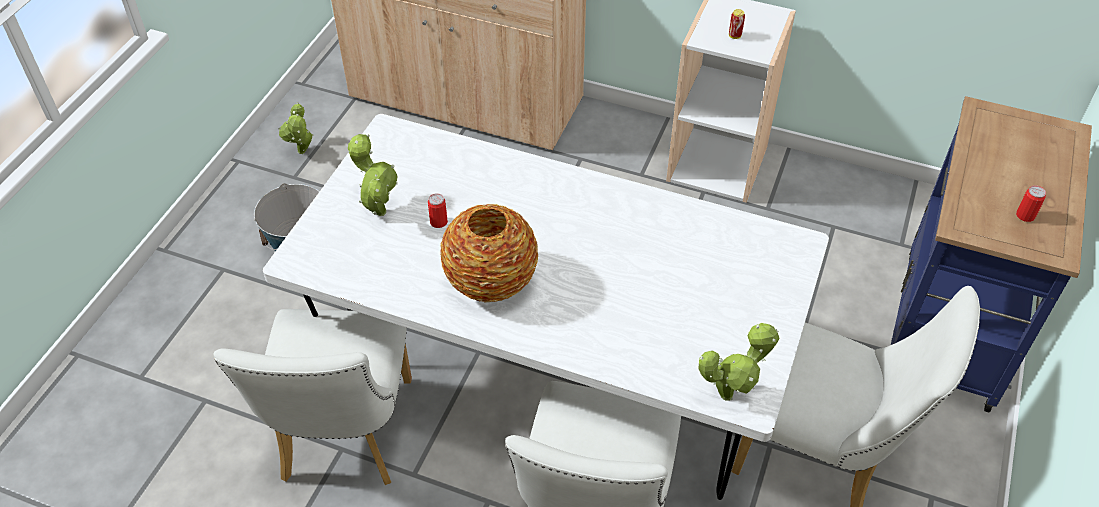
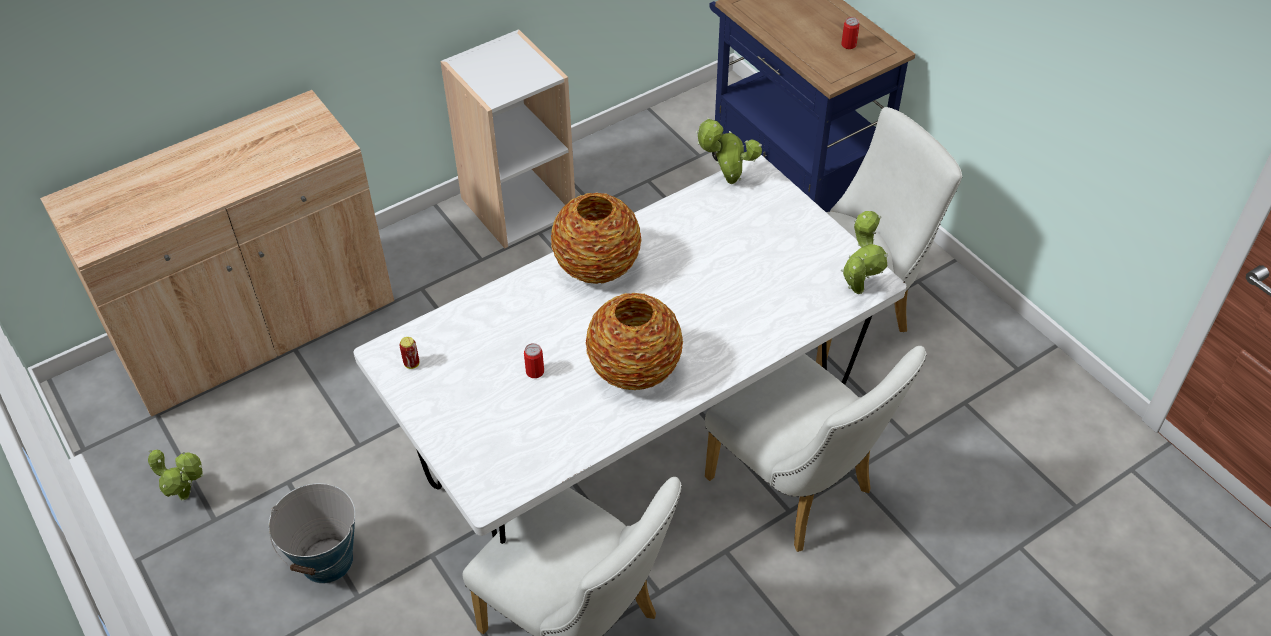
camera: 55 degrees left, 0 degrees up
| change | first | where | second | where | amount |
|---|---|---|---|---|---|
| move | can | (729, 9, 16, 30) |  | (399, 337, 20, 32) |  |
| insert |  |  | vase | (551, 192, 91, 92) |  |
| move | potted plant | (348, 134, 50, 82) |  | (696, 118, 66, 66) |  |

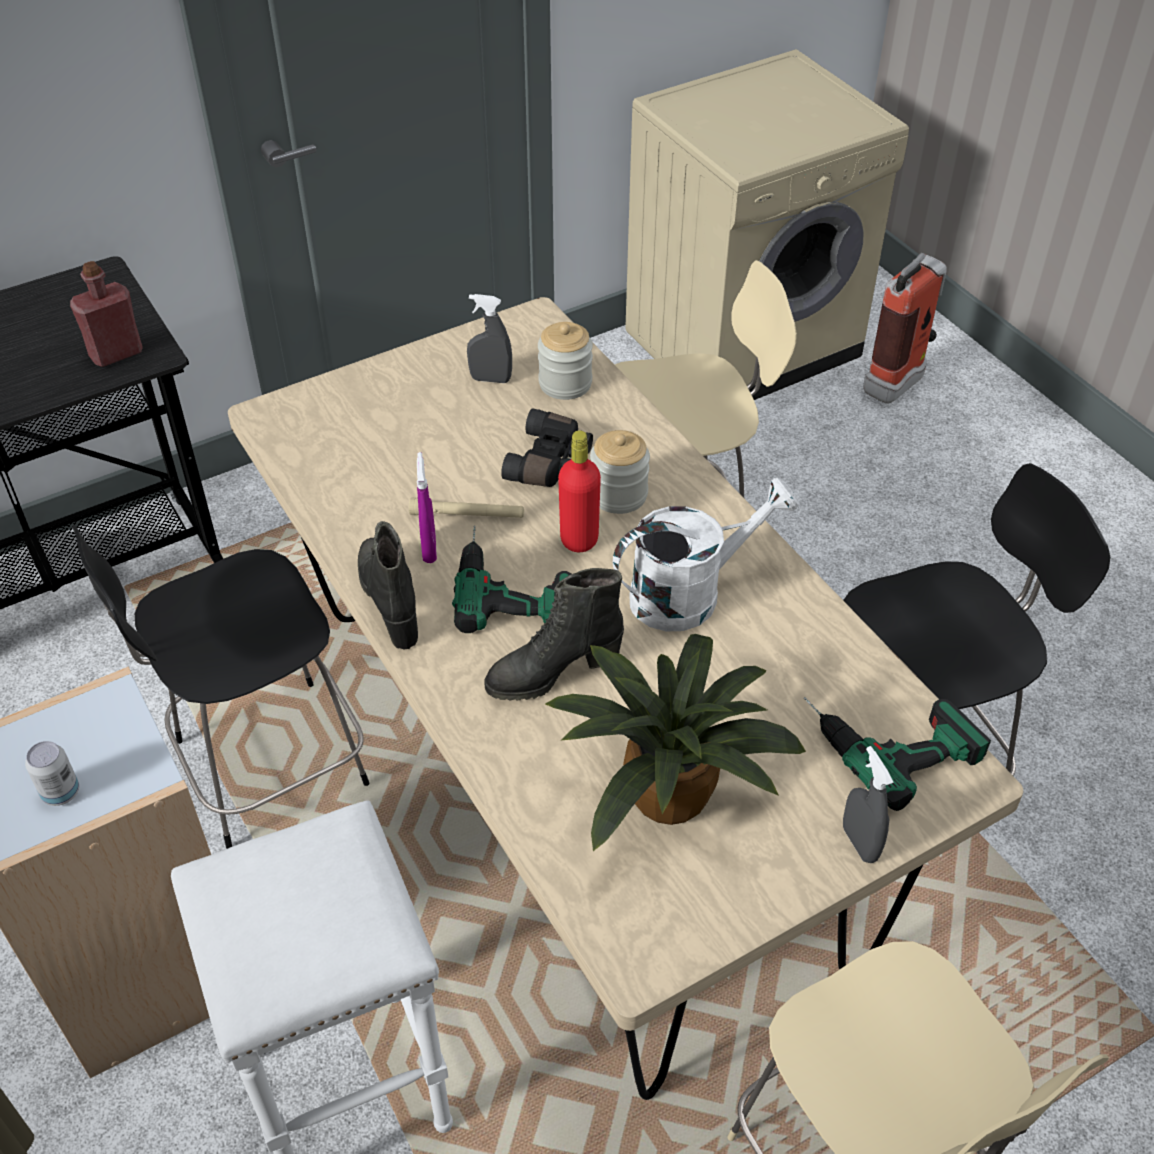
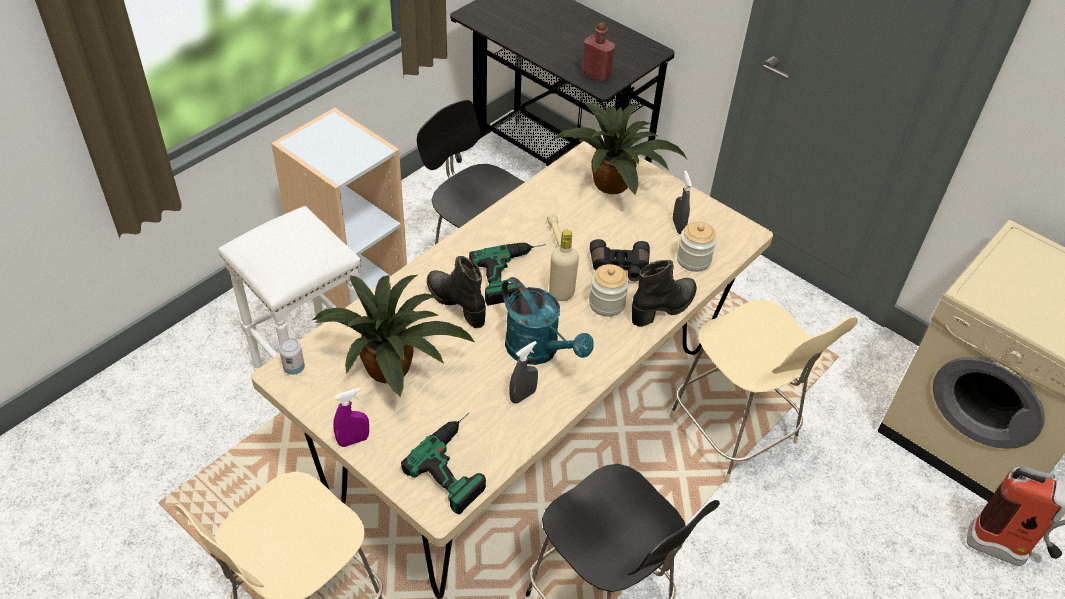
camera: 70 degrees right, 0 degrees up
| change | first | where | second | where | amount |
|---|---|---|---|---|---|
| move | can | (25, 741, 54, 65) |  | (279, 338, 26, 37) |  |
| move | purple spray bottle | (417, 452, 20, 111) |  | (333, 388, 36, 59) |  |
| recolor | white watering can | (613, 478, 185, 154) | turquoise watering can | (502, 277, 92, 88) |  |
| move | grey spray bottle | (843, 746, 51, 117) |  | (509, 341, 29, 63) |  |
| recolor | red bottle | (558, 430, 43, 122) | beige bottle | (549, 230, 30, 71) |  |
| insert |  |  | potted plant | (553, 103, 134, 92) |  |
| move | black boot | (358, 521, 60, 128) |  | (632, 260, 65, 67) |  |

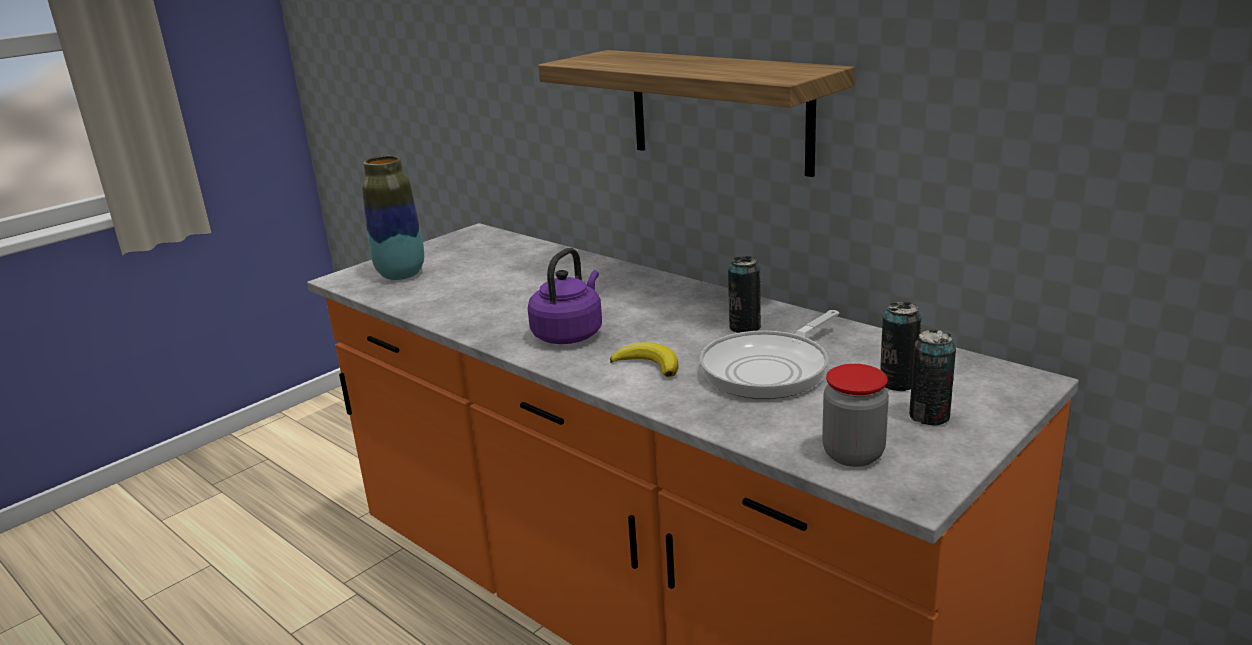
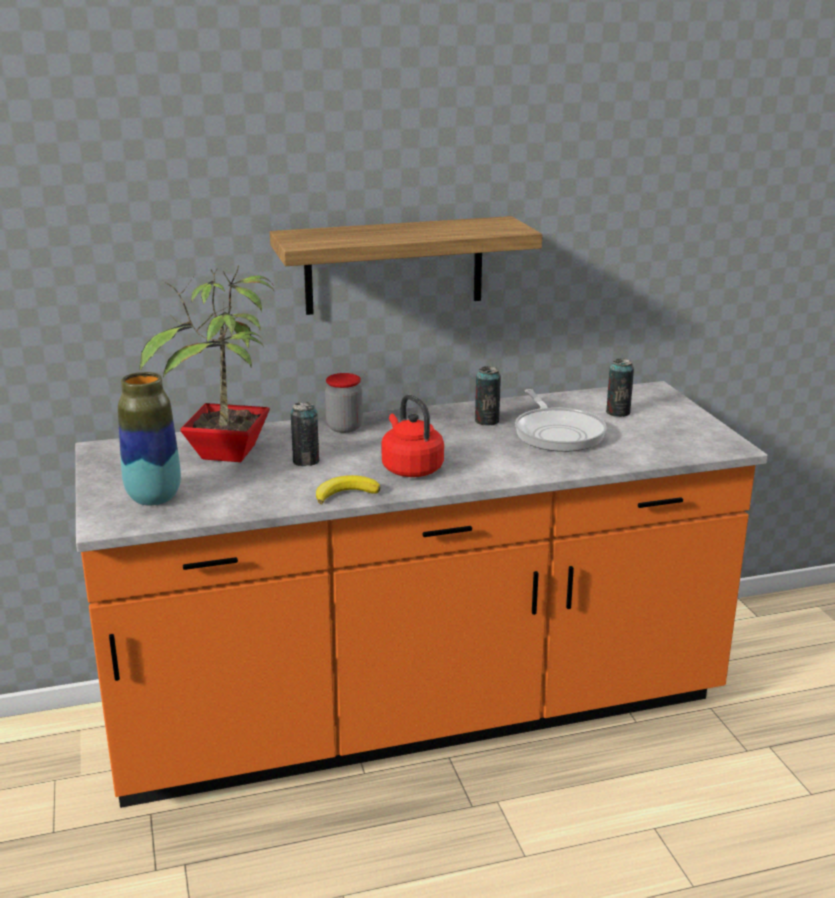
camera: 60 degrees left, 0 degrees up
| change | first | where | second | where | amount |
|---|---|---|---|---|---|
| insert |  |  | potted plant | (140, 266, 134, 196) |  |
| move | can | (909, 329, 47, 97) |  | (291, 402, 28, 64) |  |
| move | banana | (610, 342, 68, 35) |  | (316, 475, 64, 29) |  |
| move | jar | (822, 364, 67, 103) |  | (325, 373, 38, 60) |  |
| recolor | purple kettle | (528, 248, 74, 96) | red kettle | (381, 395, 63, 82) |  |

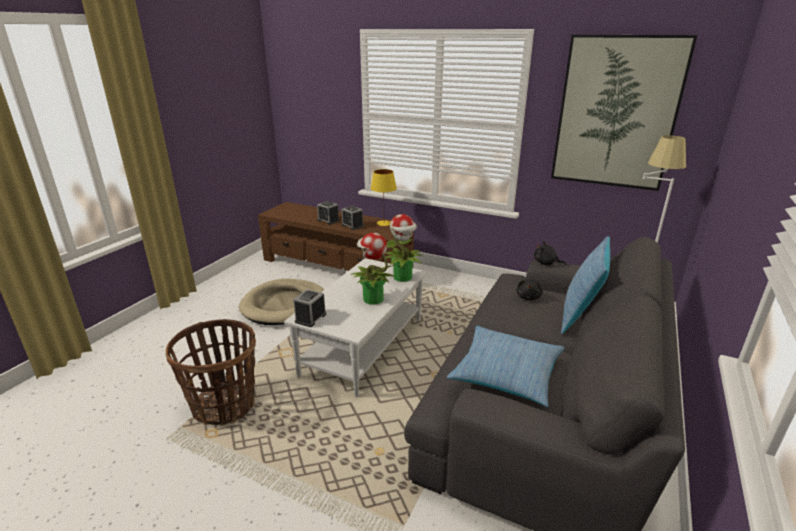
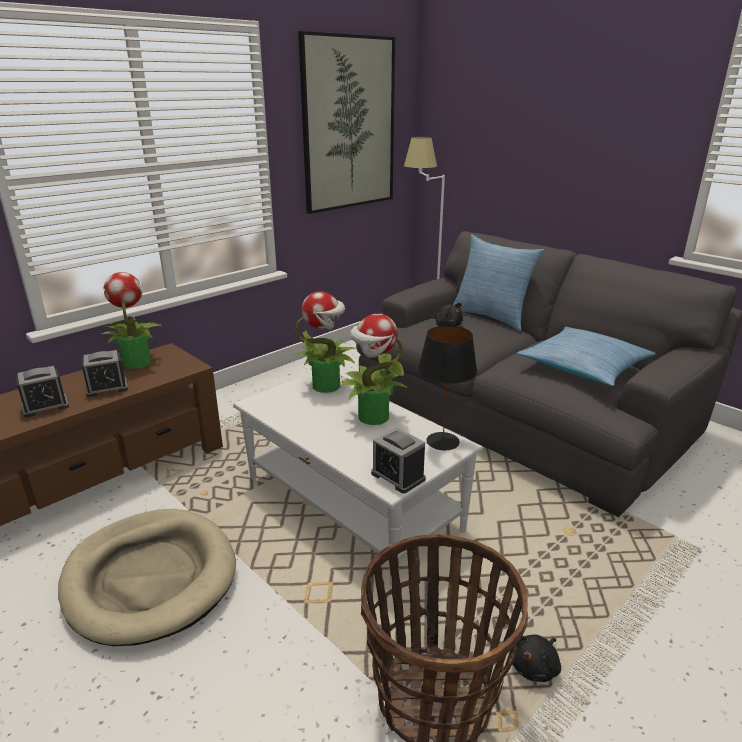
camera: 70 degrees left, 0 degrees up
| change | first | where | second | where | amount |
|---|---|---|---|---|---|
| replace | yellow table lamp | (371, 169, 26, 57) | potted plant | (100, 272, 62, 97) |  |
| insert |  |  | black table lamp | (418, 326, 59, 124) |  |
| move | black plush toy | (534, 241, 32, 25) |  | (511, 634, 50, 48) |  |

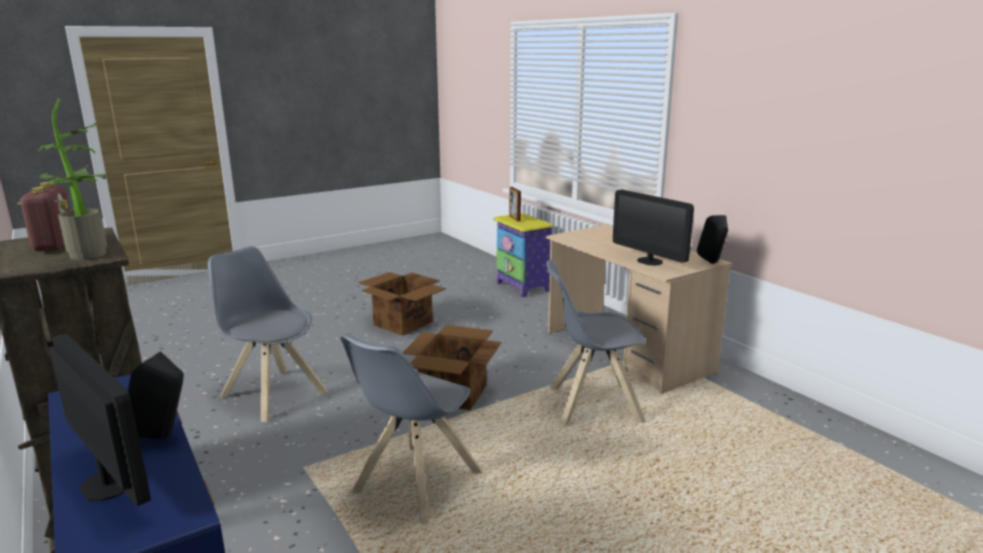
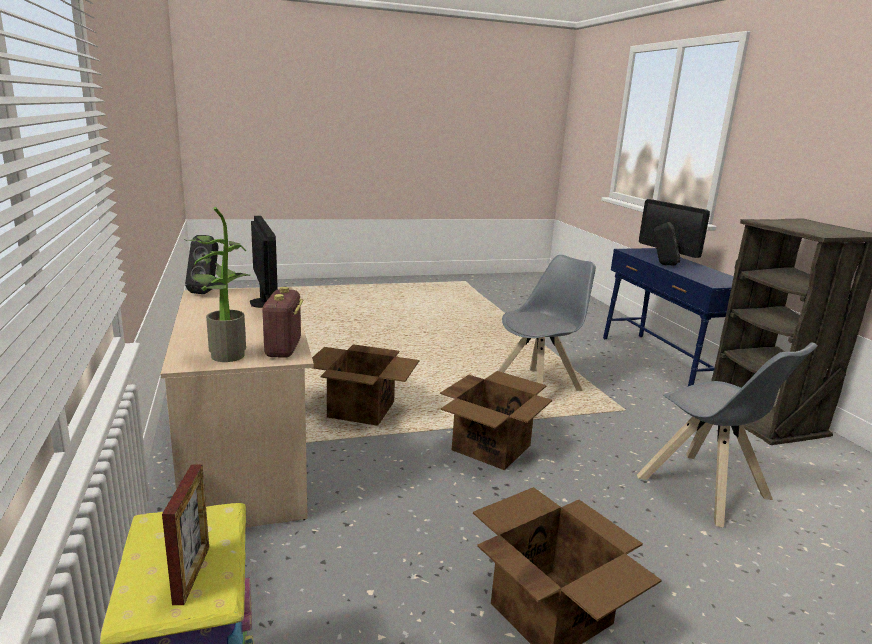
camera: 165 degrees left, 0 degrees up
| change | first | where | second | where | amount |
|---|---|---|---|---|---|
| move | potted plant | (37, 98, 70, 162) |  | (188, 207, 63, 155) |  |
| move | radio | (17, 182, 53, 69) |  | (262, 287, 41, 71) |  |
| replace | grey chair | (546, 260, 100, 166) | cardboard box | (312, 344, 107, 82) |  |

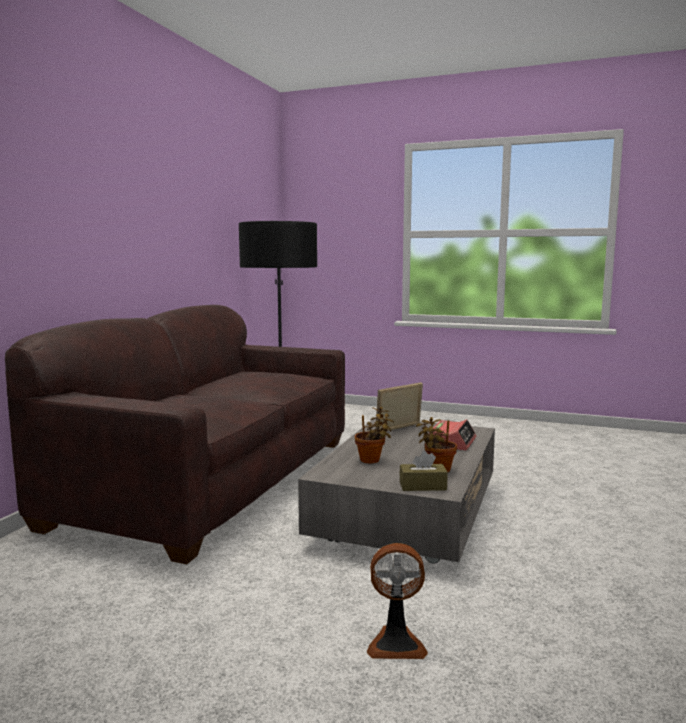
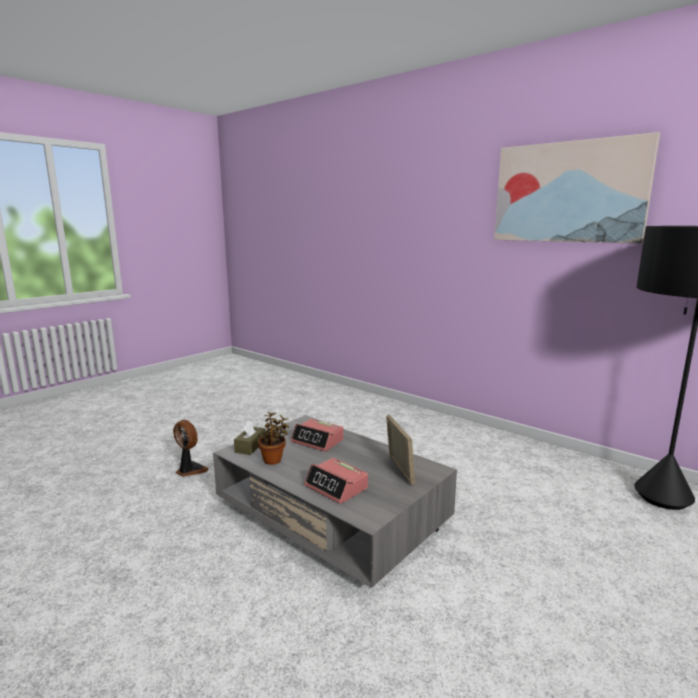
camera: 110 degrees right, 5 degrees up
| change | first | where | second | where | amount |
|---|---|---|---|---|---|
| rotate | fan | (367, 543, 61, 116) |  | (173, 420, 36, 57) | 105 degrees clockwise |
| replace | potted plant | (355, 407, 39, 56) | alarm clock | (291, 419, 53, 33) |  |
| insert |  |  | picture | (494, 132, 166, 112) |  |
| delete | brown sofa | (5, 305, 340, 260) |  |  |  |

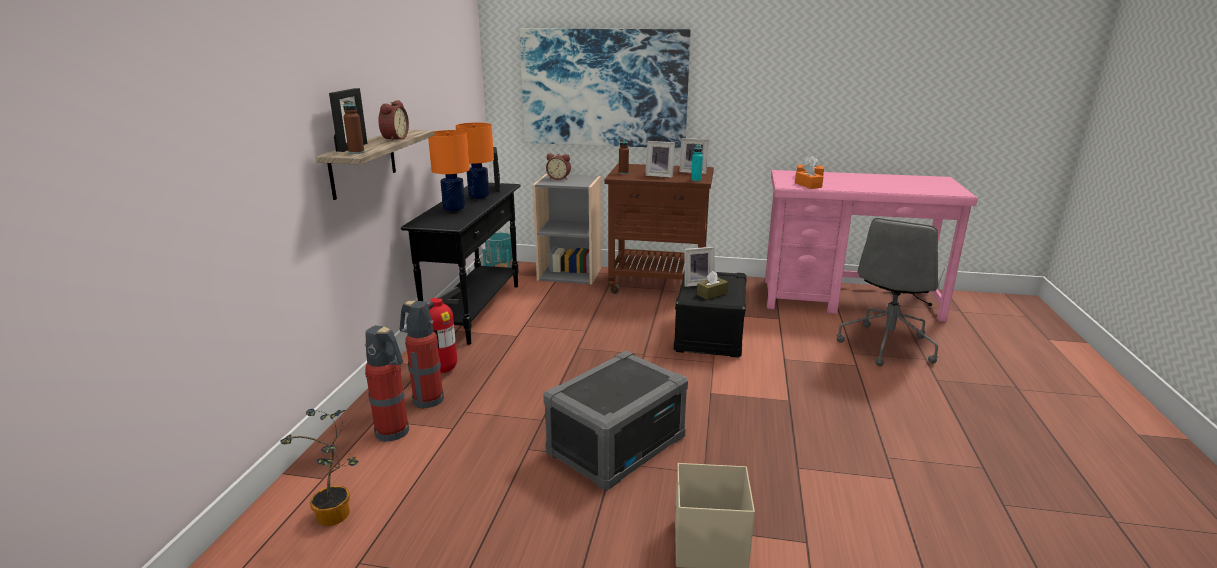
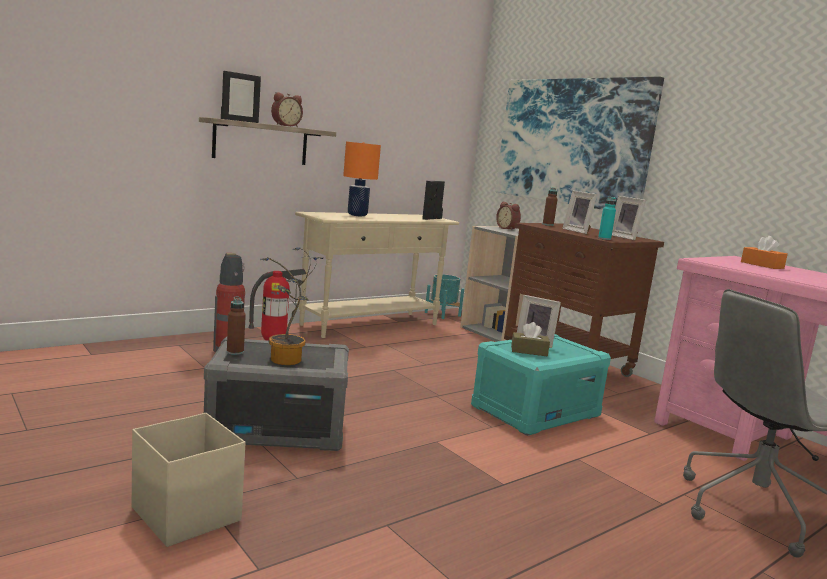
camera: 40 degrees right, 10 degrees down
| change | first | where | second | where | amount |
|---|---|---|---|---|---|
| move | brown bottle | (343, 100, 22, 54) |  | (227, 297, 19, 58) |  |
| move | potted plant | (281, 409, 78, 117) |  | (260, 247, 63, 118) |  |
| recolor | black console table | (401, 183, 120, 162) | beige console table | (295, 212, 164, 126) |  |
| recolor | black storage box | (674, 271, 73, 87) | turquoise storage box | (471, 334, 140, 102) |  |
| delete | fire extinguisher | (365, 325, 44, 117) |  |  |  |
| delete | orange table lamp | (456, 123, 38, 76) |  |  |  |
| delete | orange tissue box | (795, 163, 29, 26) |  |  |  |

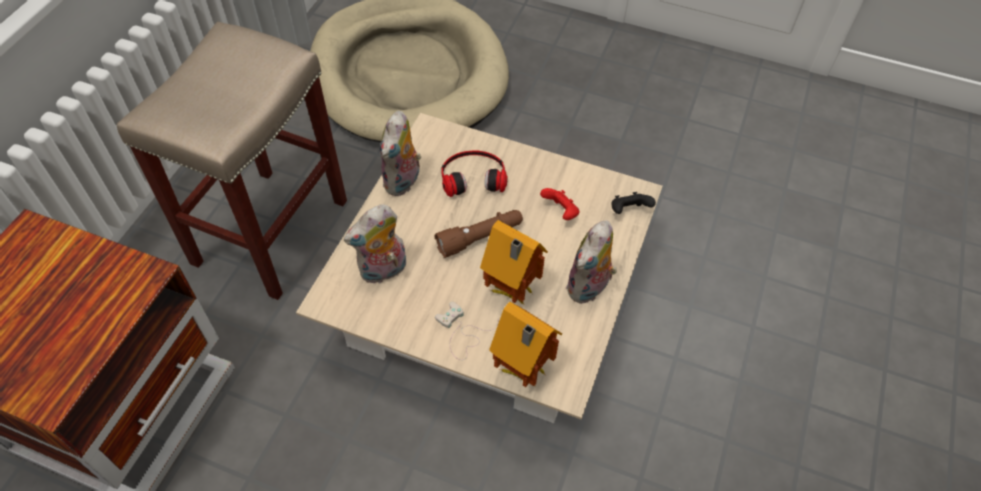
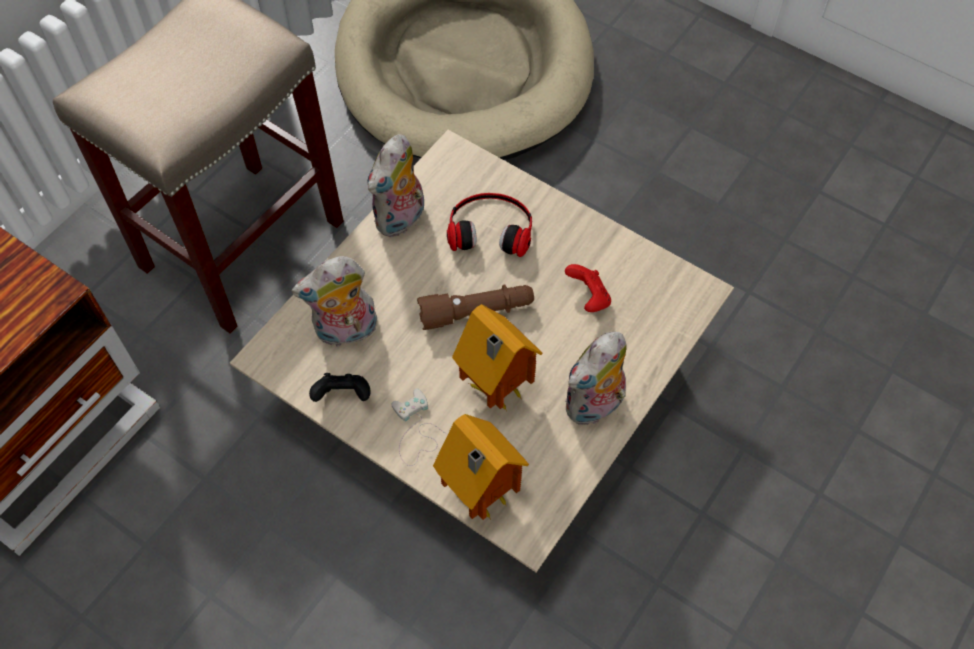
camera: 15 degrees right, 5 degrees up
| change | first | where | second | where | amount |
|---|---|---|---|---|---|
| move | black game controller | (612, 192, 44, 22) |  | (309, 373, 62, 29) |  |

